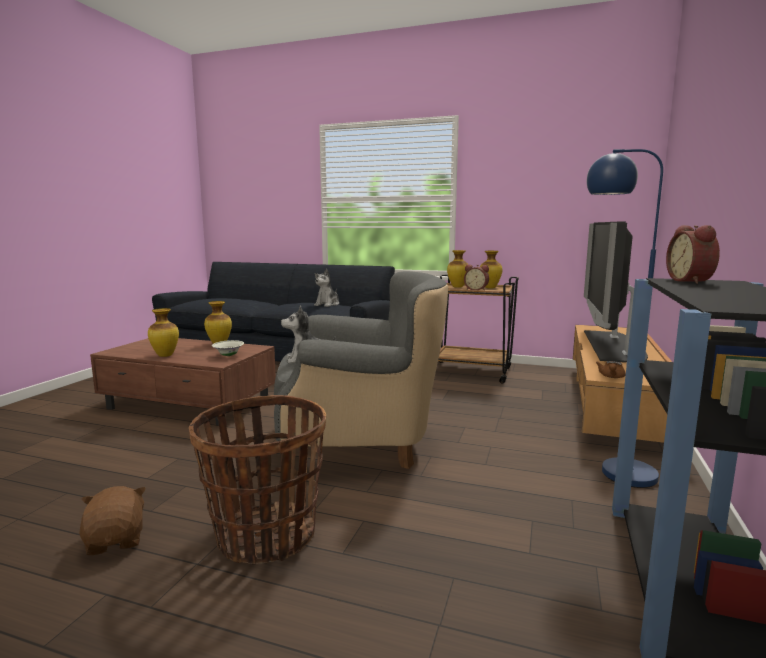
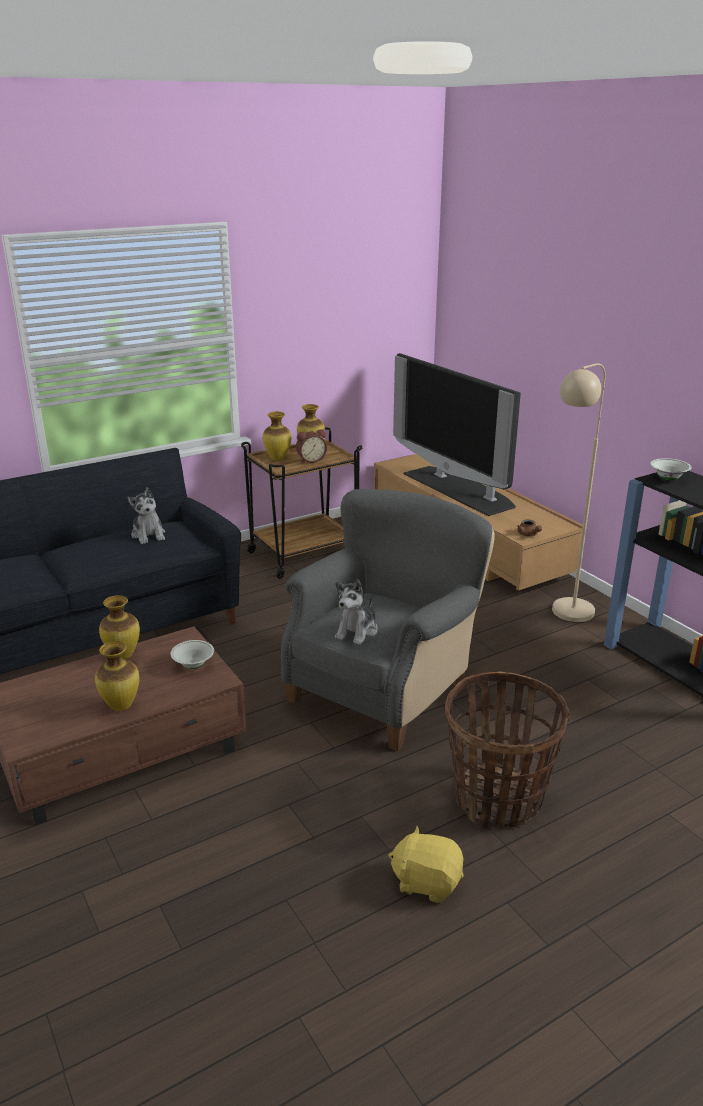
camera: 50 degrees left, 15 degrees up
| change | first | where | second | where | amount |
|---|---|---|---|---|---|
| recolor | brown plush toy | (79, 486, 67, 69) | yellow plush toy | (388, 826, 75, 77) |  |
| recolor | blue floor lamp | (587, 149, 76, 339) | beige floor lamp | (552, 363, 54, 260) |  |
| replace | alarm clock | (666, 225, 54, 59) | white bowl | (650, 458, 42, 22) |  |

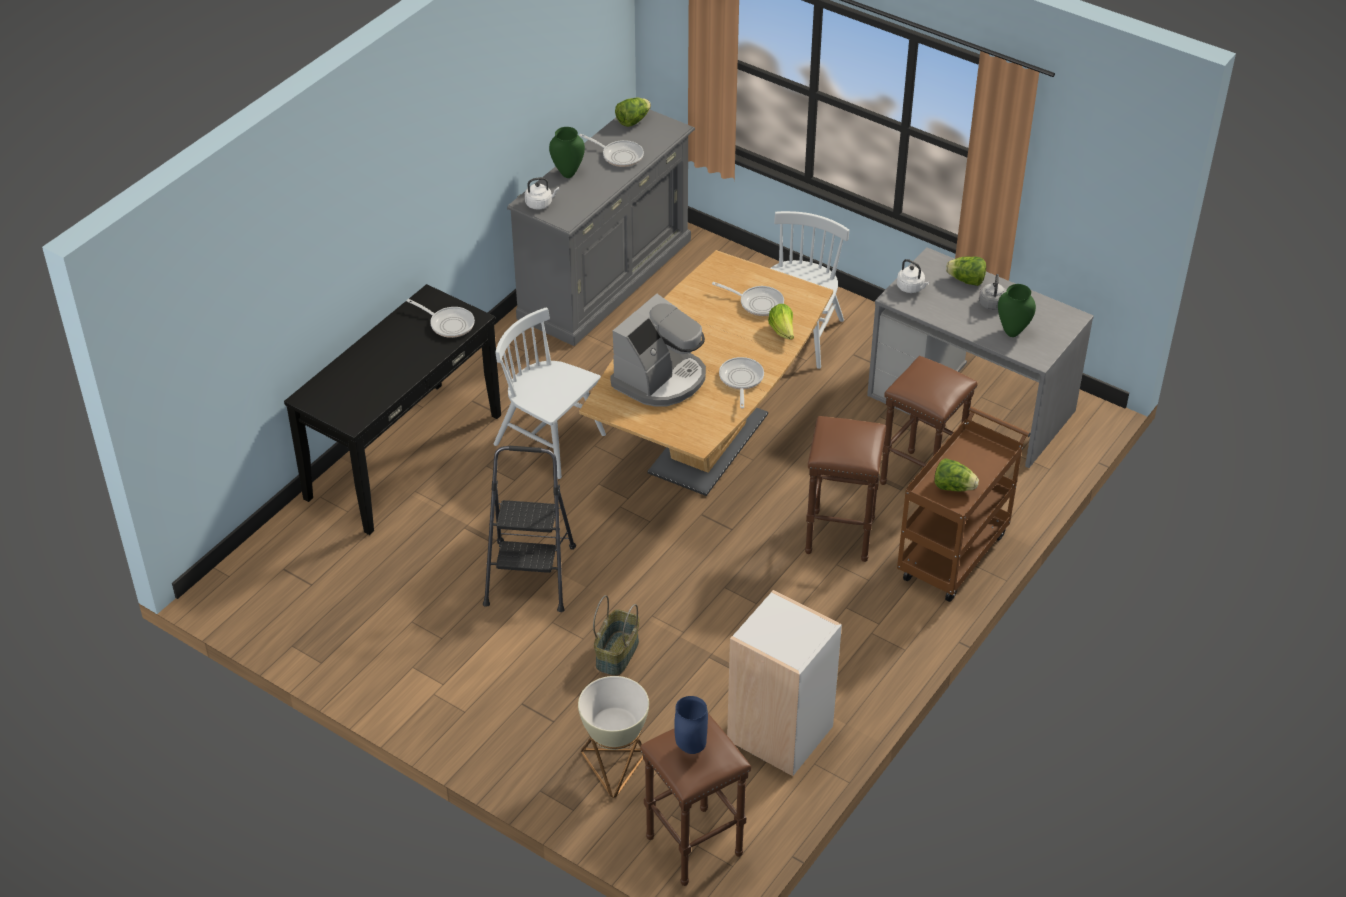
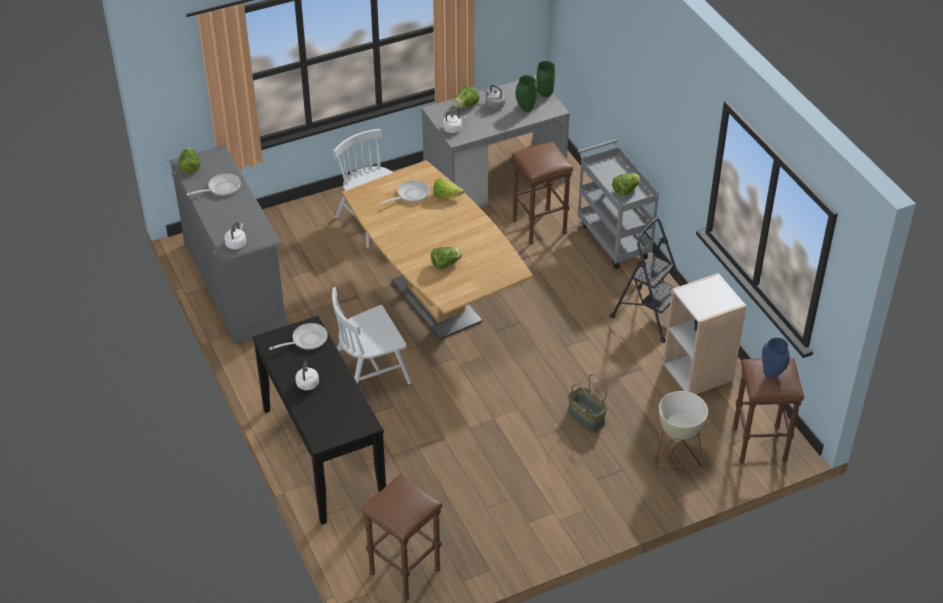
camera: 60 degrees left, 0 degrees up
| change | first | where | second | where | amount |
|---|---|---|---|---|---|
| insert |  |  | white kettle | (295, 361, 24, 29) |  |
| move | brown stool | (805, 416, 81, 146) |  | (361, 474, 82, 127) |  |
| replace | coffee machine | (610, 294, 96, 113) | lettuce | (431, 247, 31, 22) |  |
| move | green vase | (549, 127, 36, 51) |  | (537, 61, 18, 36) |  |
| recolor | brown cart | (897, 406, 134, 196) | grey cart | (577, 139, 82, 130) |  |
| move | black step ladder | (483, 446, 93, 166) |  | (610, 218, 72, 125) |  |
| delete | frying pan | (719, 357, 45, 52) |  |  |  |

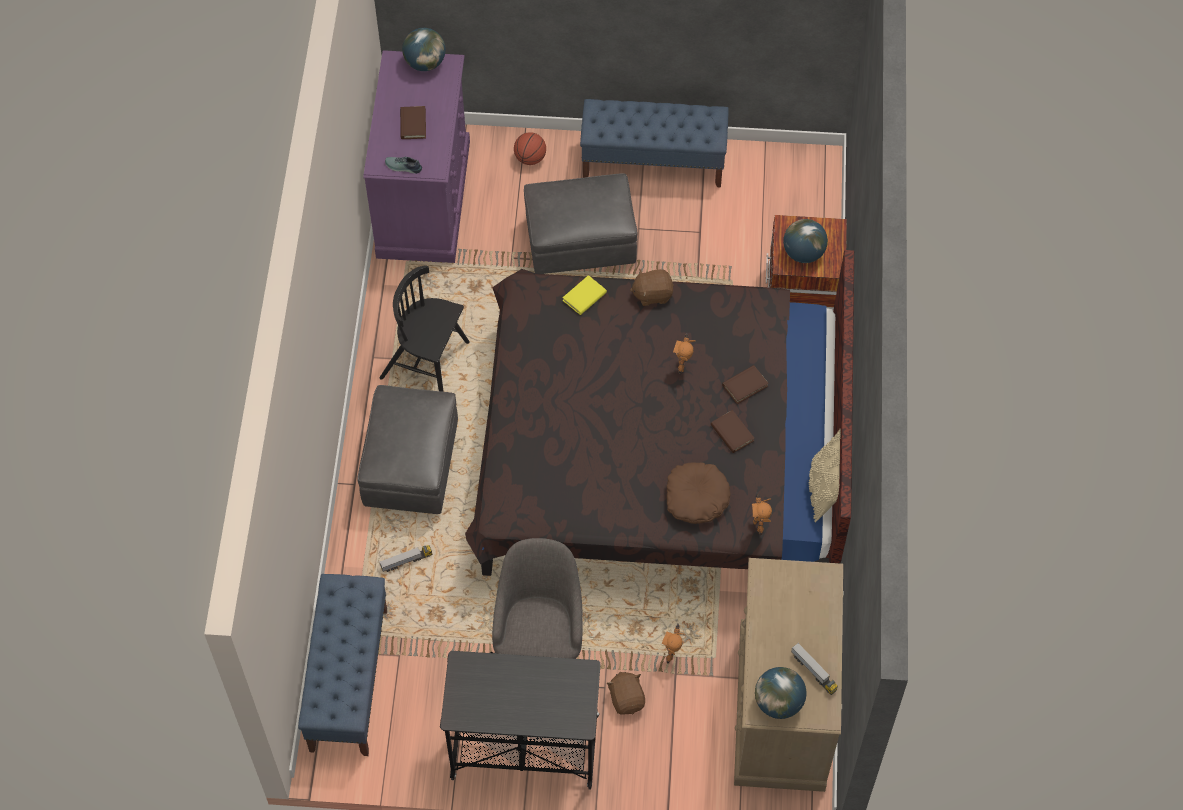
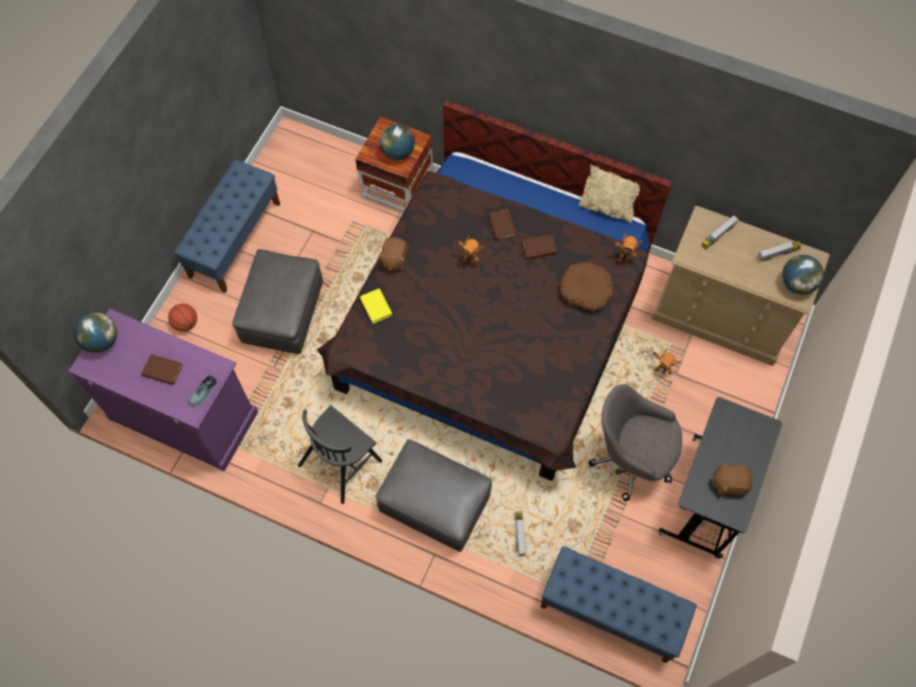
camera: 70 degrees left, 5 degrees up
| change | first | where | second | where | amount |
|---|---|---|---|---|---|
| insert |  |  | toy truck | (701, 215, 38, 34) |  |
| move | brown plush toy | (606, 672, 39, 42) |  | (710, 461, 42, 35) |  |

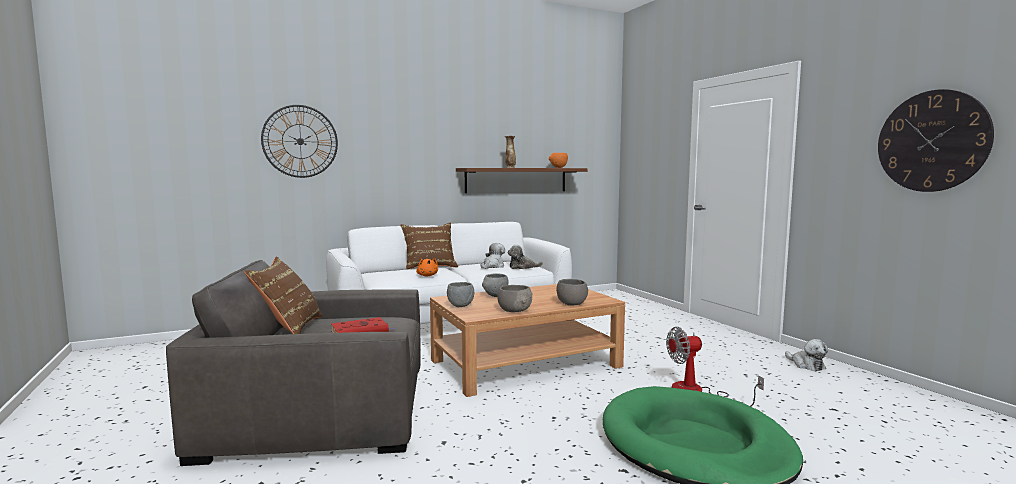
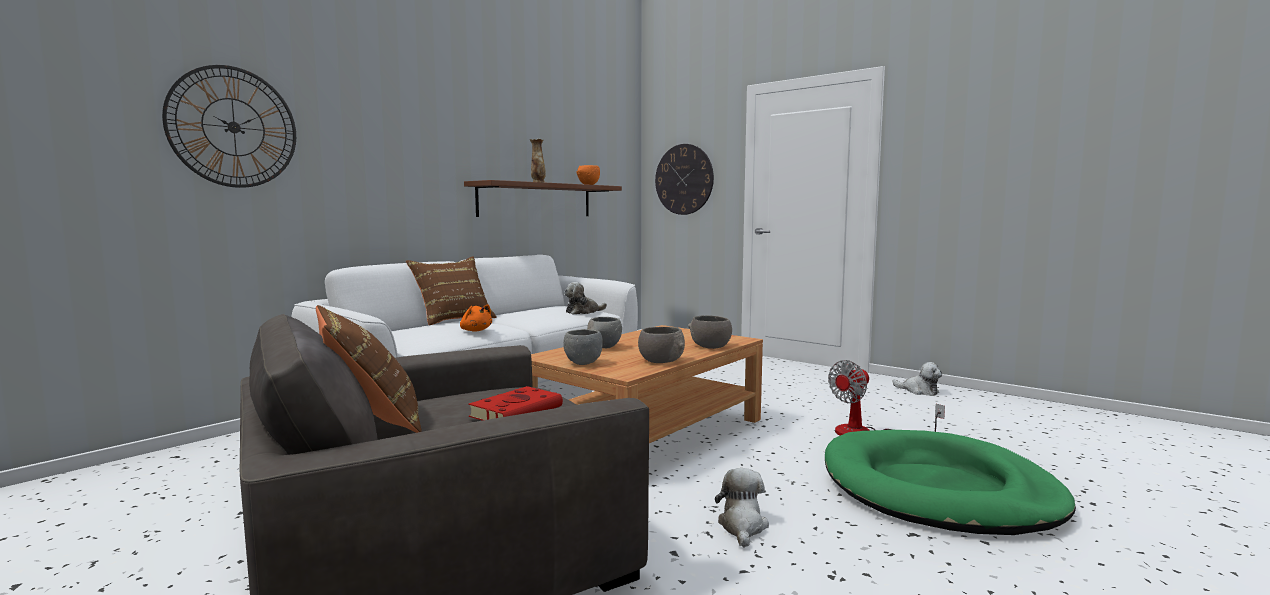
camera: 25 degrees left, 0 degrees up
| change | first | where | second | where | amount |
|---|---|---|---|---|---|
| move | wall clock | (878, 89, 116, 103) |  | (655, 144, 59, 71) |  |
| move | plush toy | (480, 243, 25, 26) |  | (715, 468, 54, 80) |  |

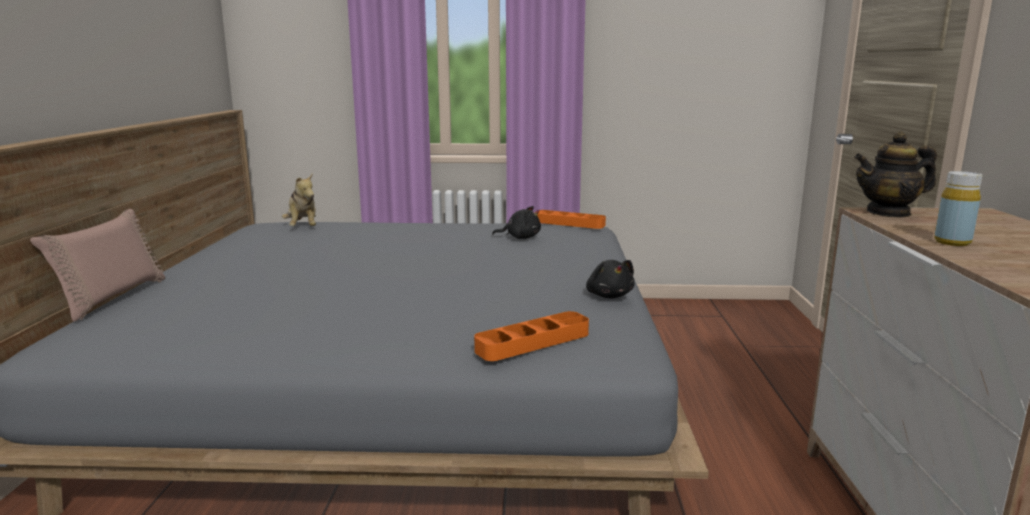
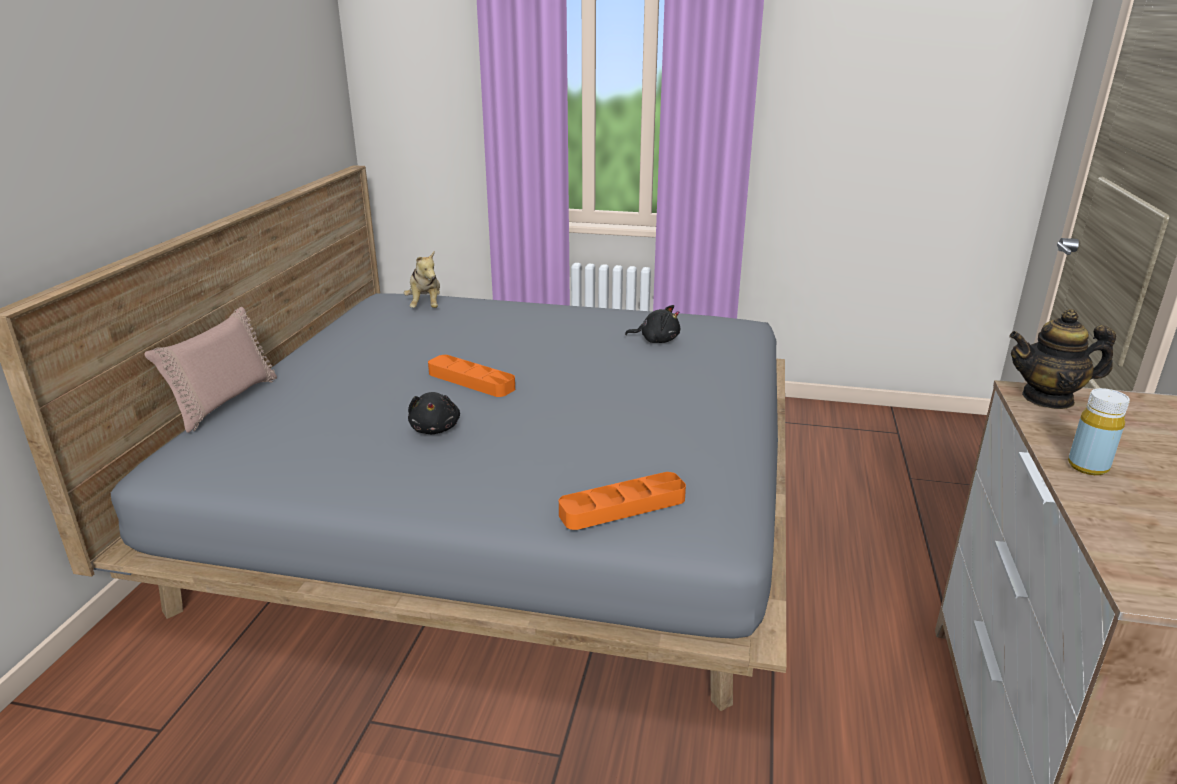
camera: 10 degrees right, 10 degrees up
| change | first | where | second | where | amount |
|---|---|---|---|---|---|
| move | black plush toy | (586, 260, 49, 38) |  | (408, 392, 52, 42) |  |
| move | orange tray | (537, 210, 69, 19) |  | (428, 355, 87, 42) |  |

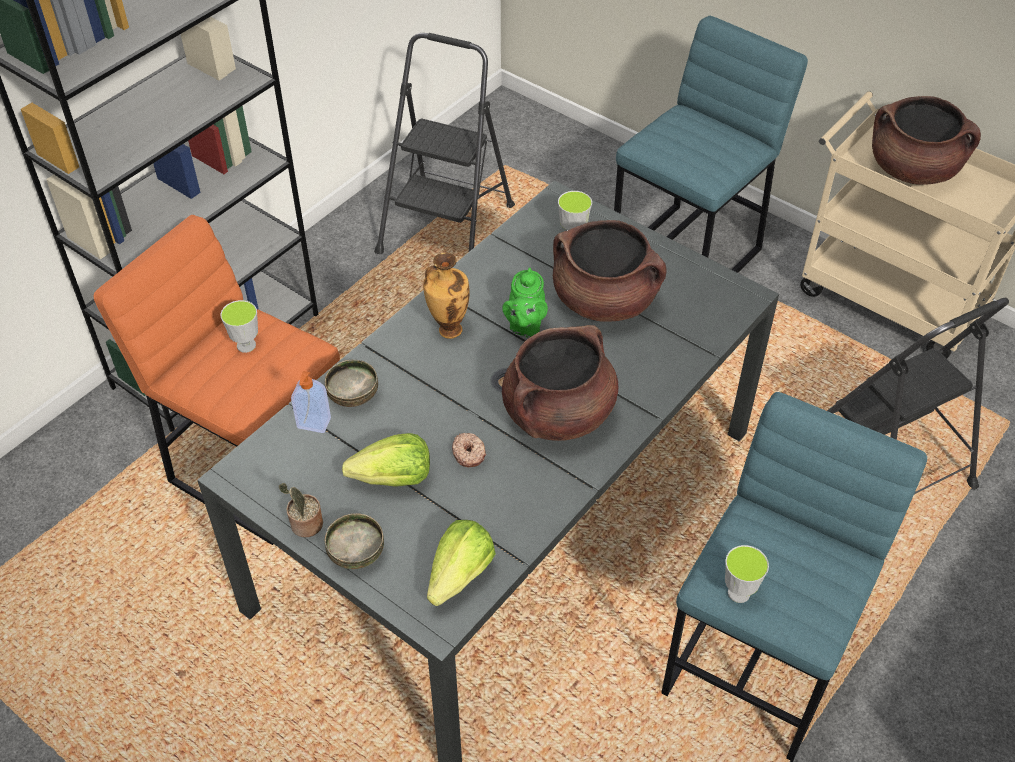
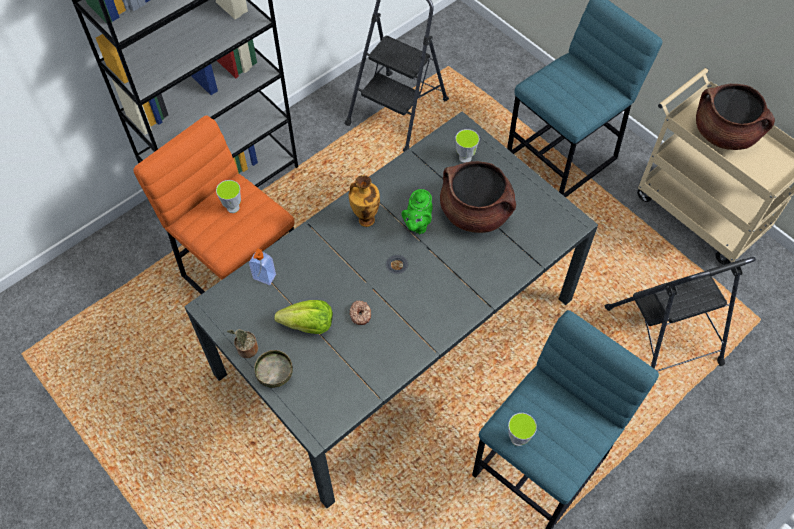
camera: 10 degrees right, 10 degrees up
| change | first | where | second | where | amount |
|---|---|---|---|---|---|
| delete | bowl | (325, 360, 53, 47) |  |  |  |
| delete | lettuce | (427, 520, 69, 86) |  |  |  |
| delete | brown cooking pot | (502, 325, 116, 116) |  |  |  |

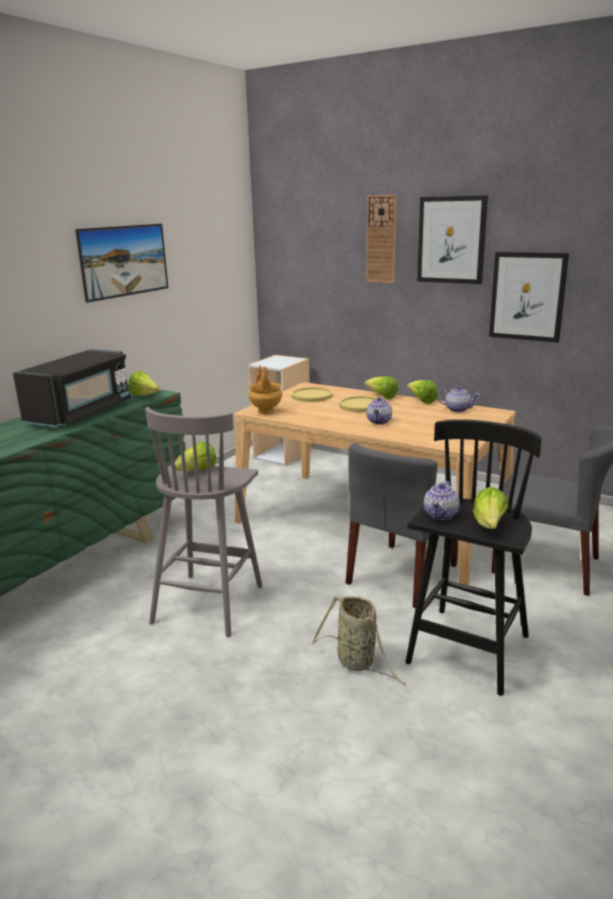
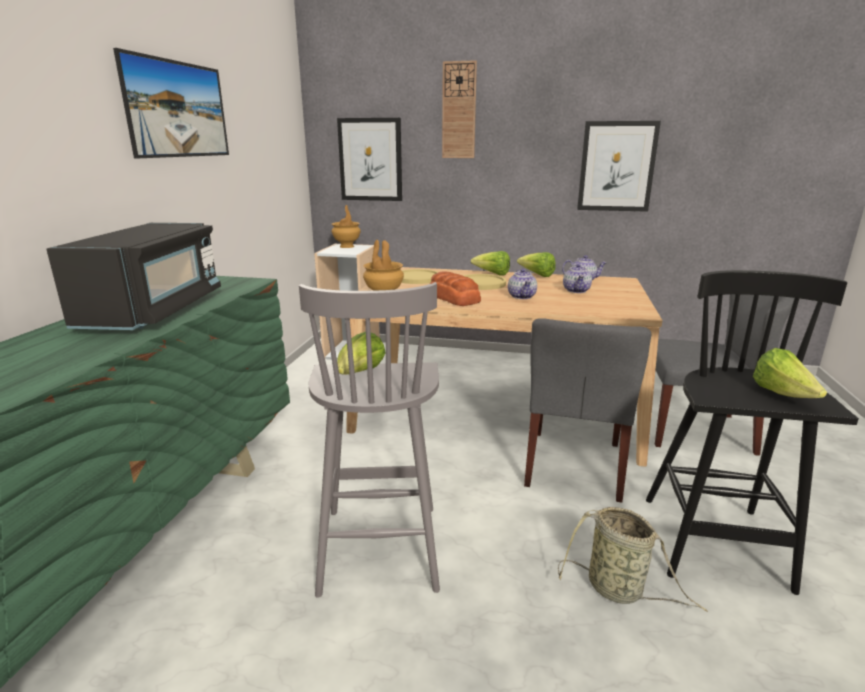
camera: 20 degrees left, 0 degrees up
| change | first | where | second | where | amount |
|---|---|---|---|---|---|
| insert |  |  | brown vase | (332, 205, 29, 43) |  |
| move | picture | (417, 195, 71, 89) |  | (337, 118, 65, 83) |  |
| insert |  |  | bread | (430, 271, 51, 35) |  |
| move | teapot | (424, 481, 36, 39) |  | (563, 264, 29, 29) |  |
| delete | lettuce | (129, 371, 31, 25) |  |  |  |

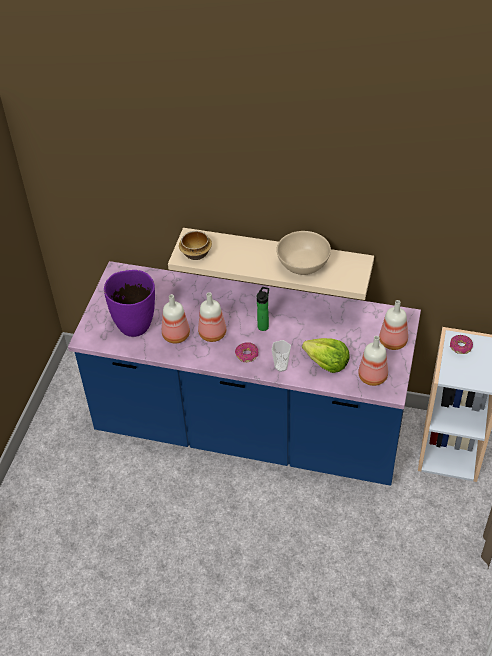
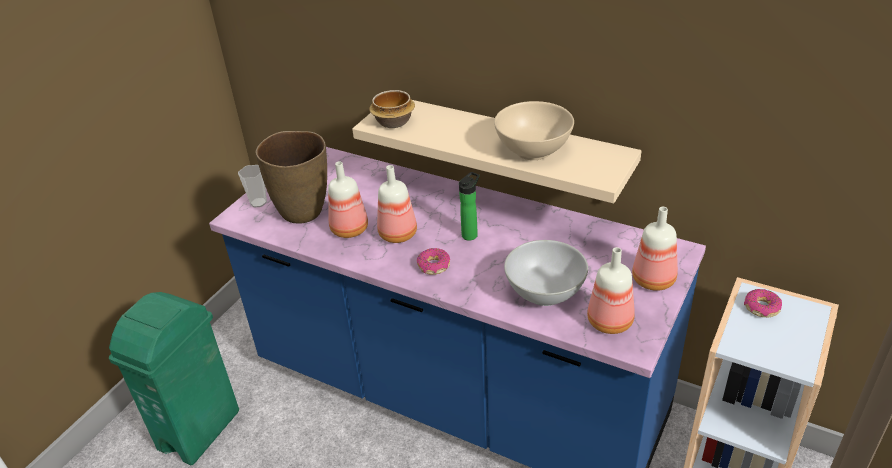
camera: 15 degrees right, 10 degrees down
| change | first | where | second | where | amount |
|---|---|---|---|---|---|
| insert |  |  | green trash can | (108, 292, 131, 173) |  |
| move | cup | (271, 340, 20, 32) |  | (238, 165, 29, 43) |  |
| recolor | purple vase | (104, 270, 51, 67) | brown vase | (256, 131, 71, 93) |  |
| replace | lettuce | (302, 338, 48, 35) | white bowl | (504, 240, 84, 66) |  |

